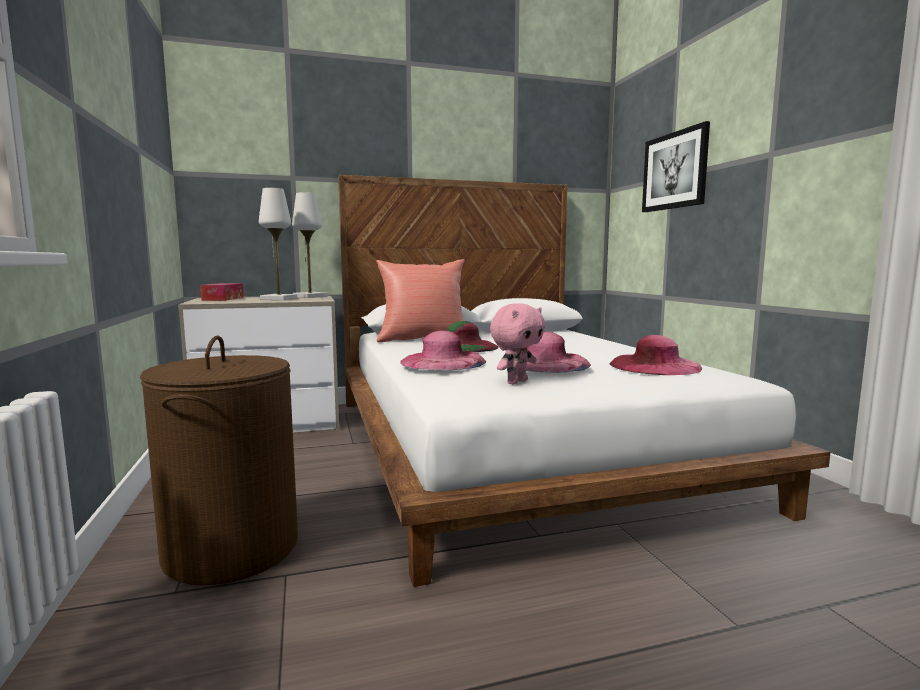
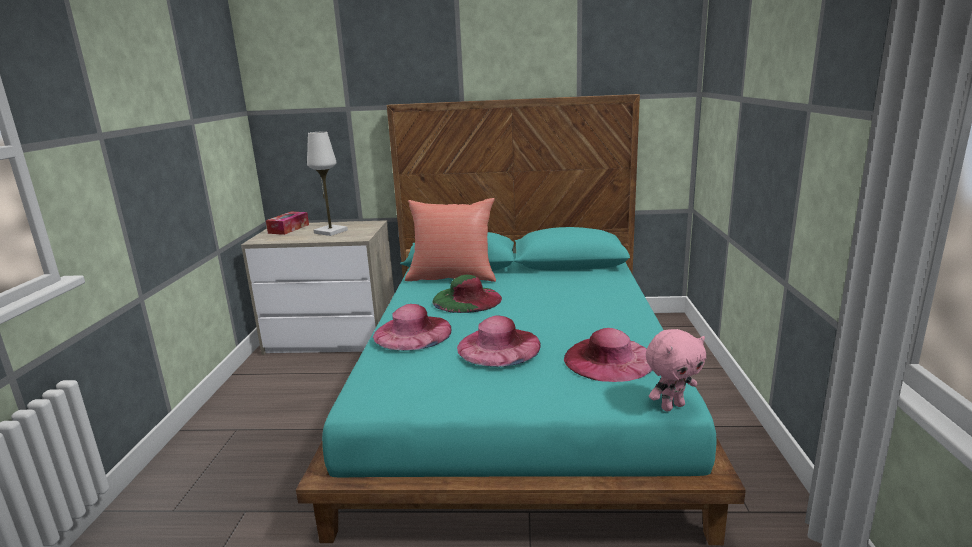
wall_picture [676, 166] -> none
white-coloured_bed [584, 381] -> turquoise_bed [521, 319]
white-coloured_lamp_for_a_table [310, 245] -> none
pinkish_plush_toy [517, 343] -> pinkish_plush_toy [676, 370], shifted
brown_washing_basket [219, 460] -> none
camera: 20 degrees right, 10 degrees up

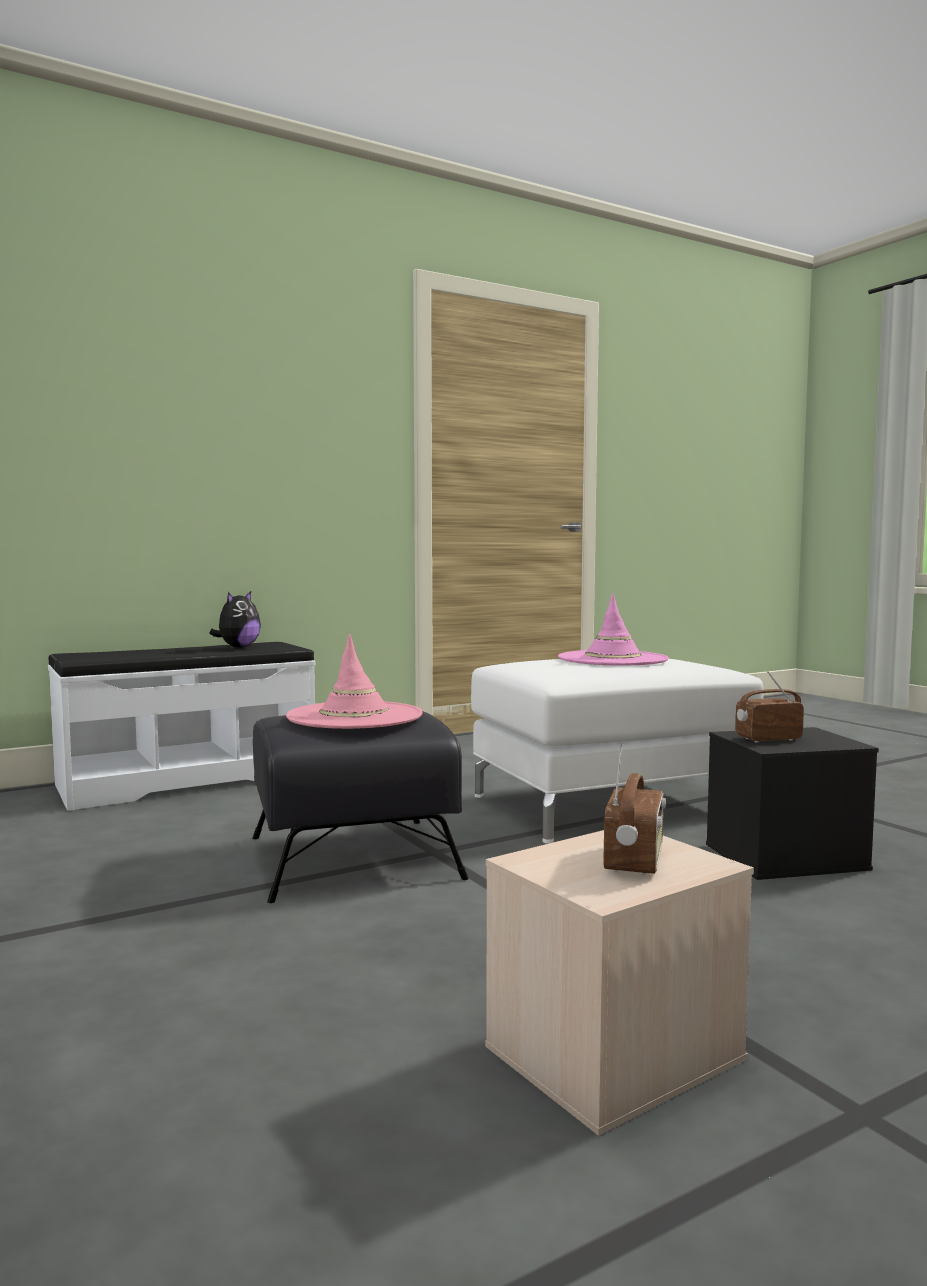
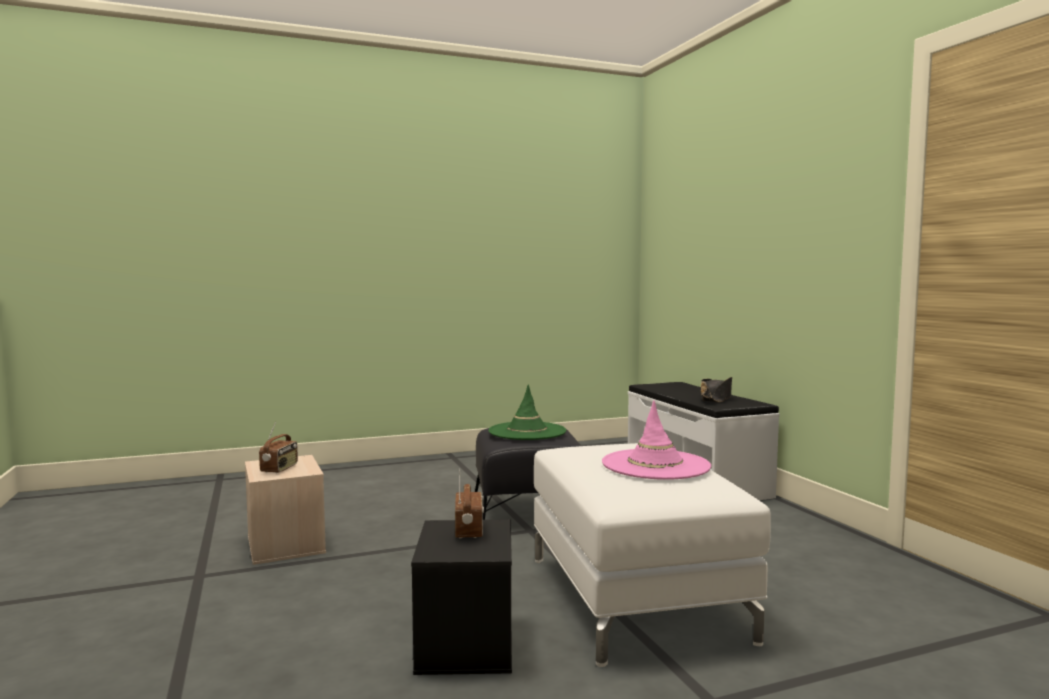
plush_toy [235, 619] -> blackish_wearable_hat [716, 389]
pinkish_wearable_hat [354, 681] -> green-coloured_wearable_hat [527, 412]
radio_receiver [635, 808] -> radio_receiver [278, 447], 105 degrees counterclockwise
camera: 100 degrees right, 0 degrees up

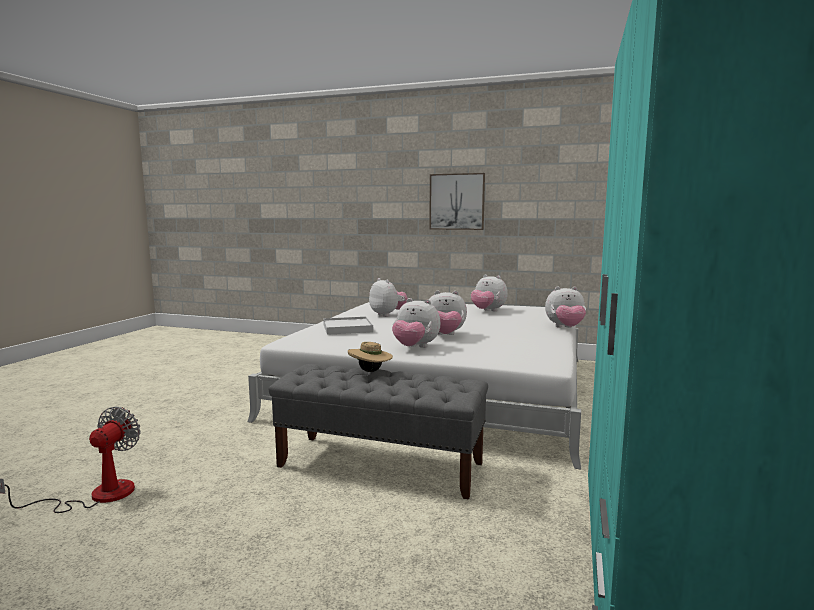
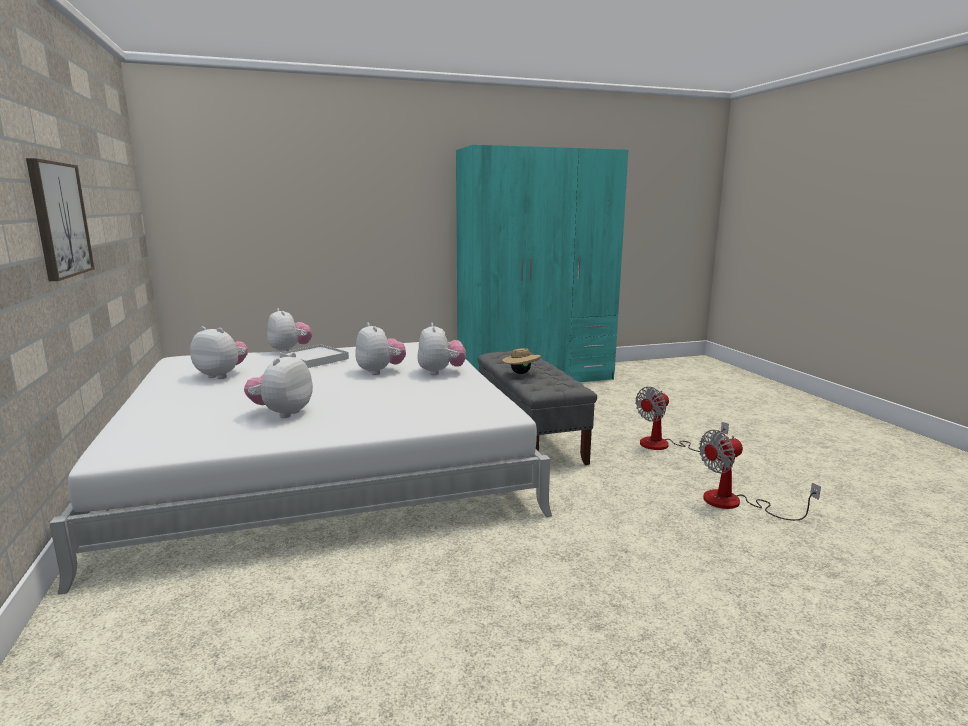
plush_toy [489, 292] -> plush_toy [219, 352], 75 degrees counterclockwise
white-coloured_tray [348, 326] -> white-coloured_tray [314, 356], shifted
none -> fan [682, 420]
camera: 125 degrees left, 5 degrees up

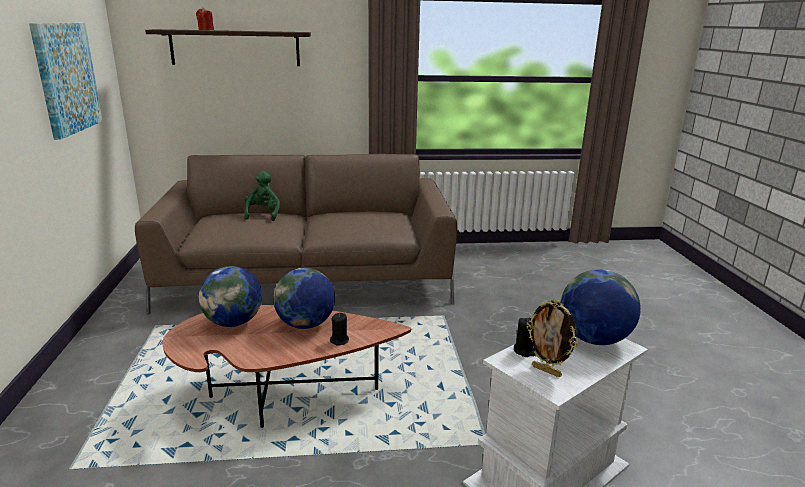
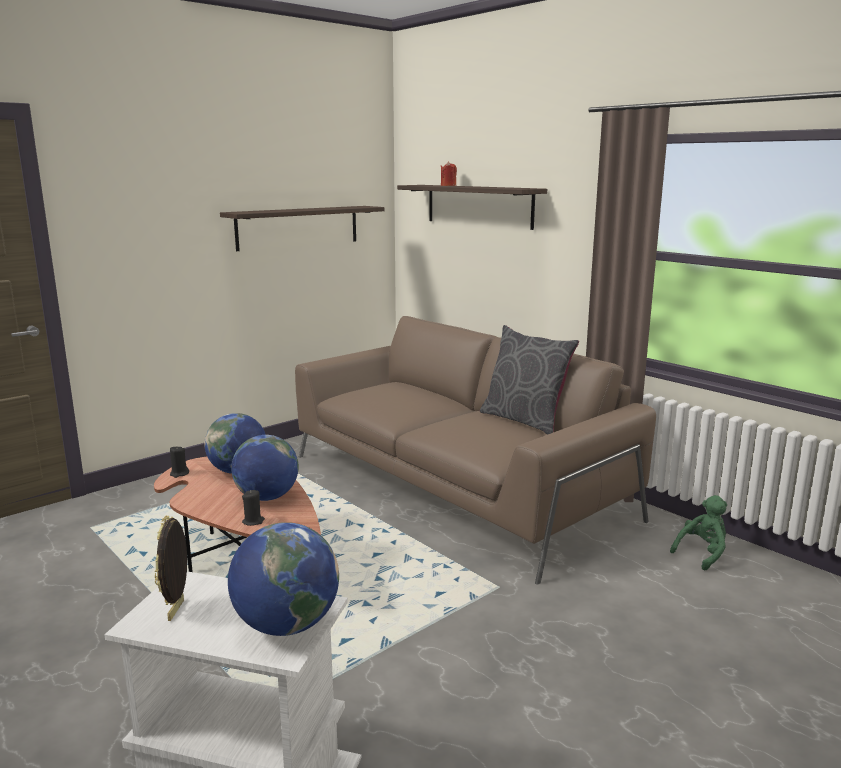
wall_picture [66, 81] -> shelf [302, 228]
green-coloured_plush_toy [262, 196] -> green-coloured_plush_toy [698, 532], shifted
blackish_wax_light [525, 337] -> blackish_wax_light [179, 462], shifted
none -> grey_cushion [529, 380]
camera: 55 degrees right, 5 degrees down

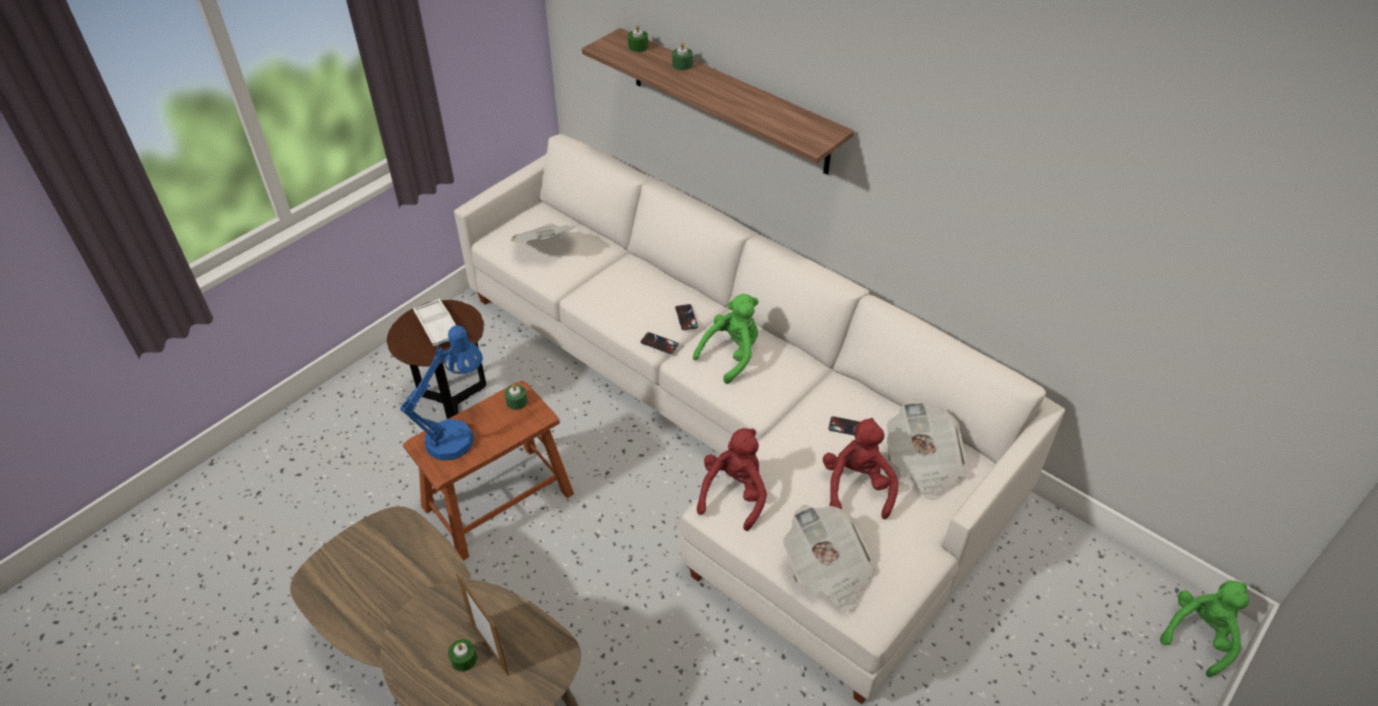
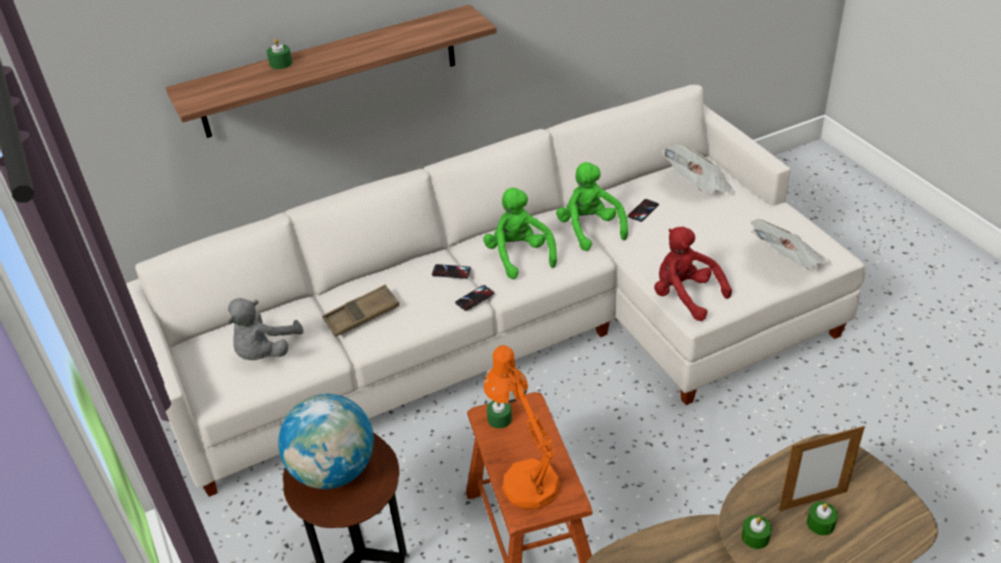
green-coloured_wax_light [638, 38] -> green-coloured_wax_light [757, 532], shifted
newspaper [543, 233] -> grey_plush_toy [265, 329]
white-coloured_tray [434, 322] -> world_globe [326, 441]
bluish_lamp_for_a_table [441, 392] -> orange-coloured_lamp_for_a_table [522, 427]
red-coloured_plush_toy [860, 469] -> none
green-coloured_plush_toy [1204, 629] -> green-coloured_plush_toy [592, 206], shifted
none -> brown_tray [361, 311]
camera: 65 degrees left, 5 degrees down

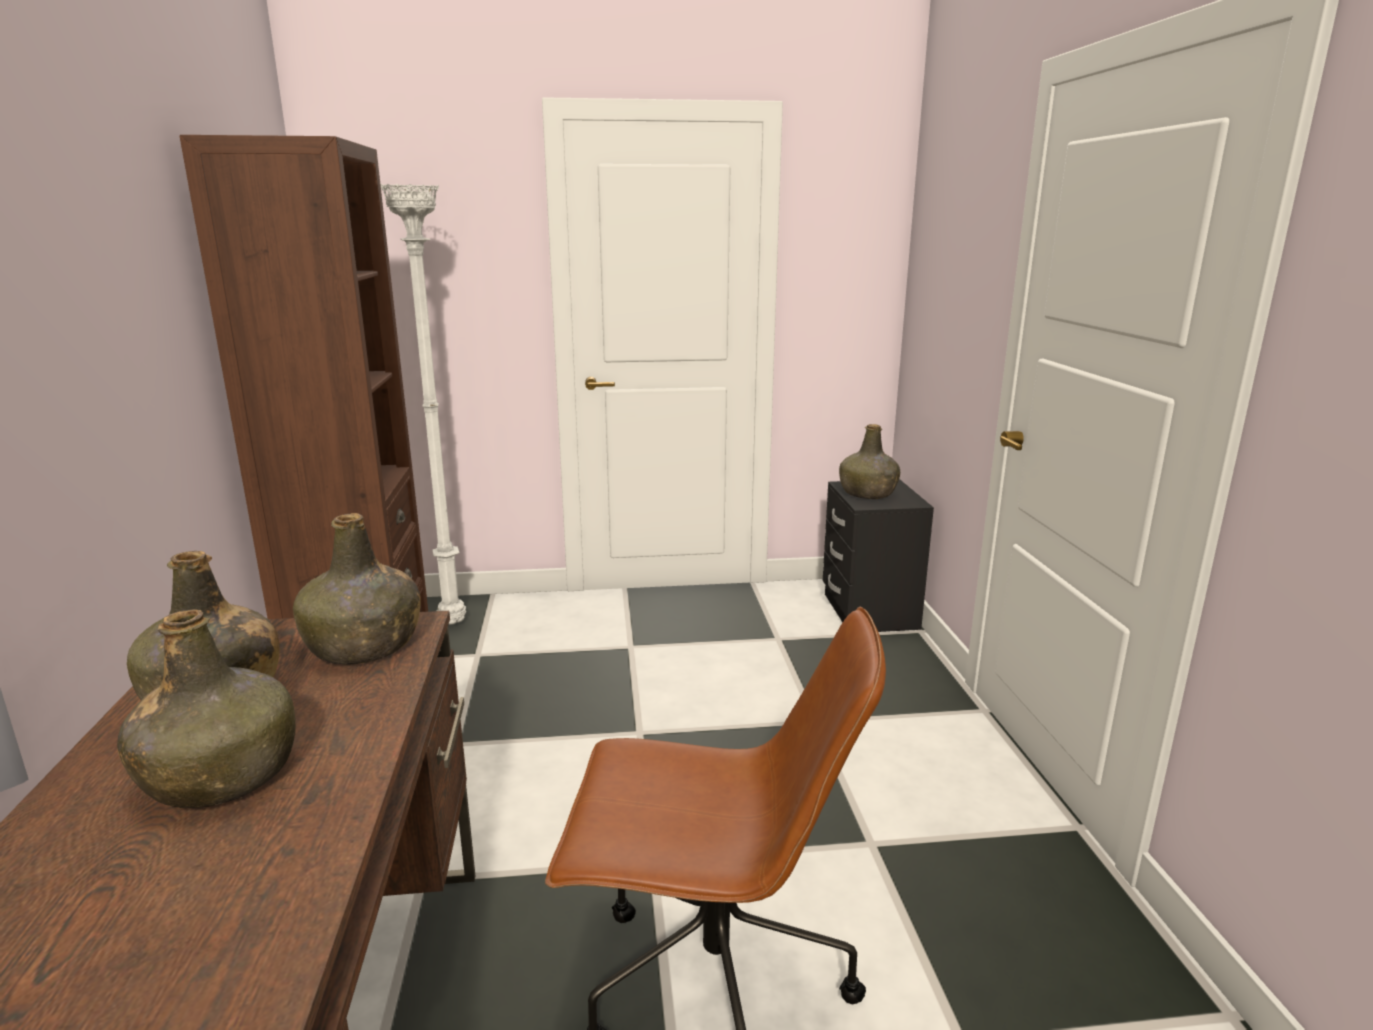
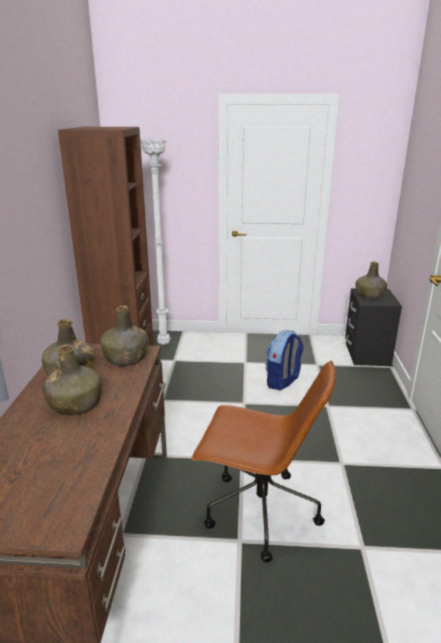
none -> backpack [284, 360]
camera: 10 degrees right, 5 degrees up

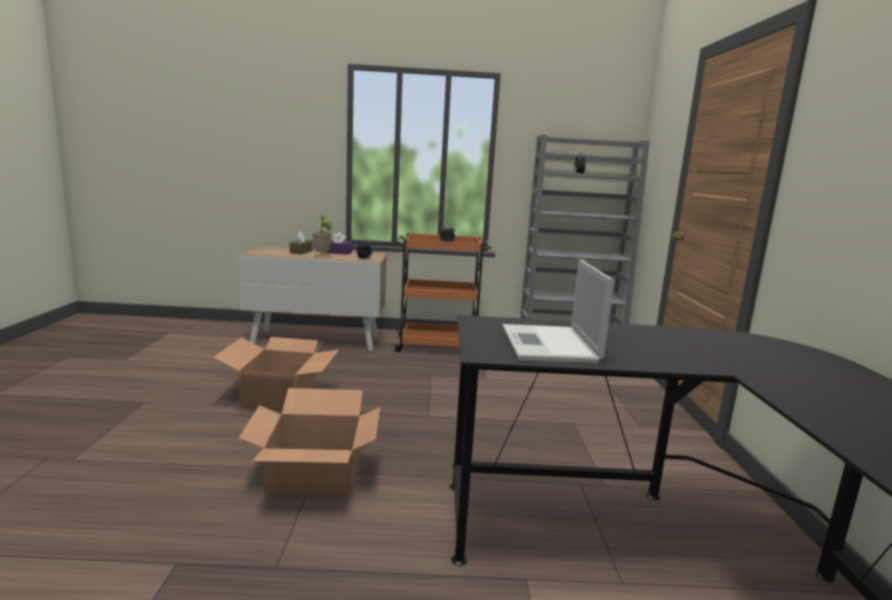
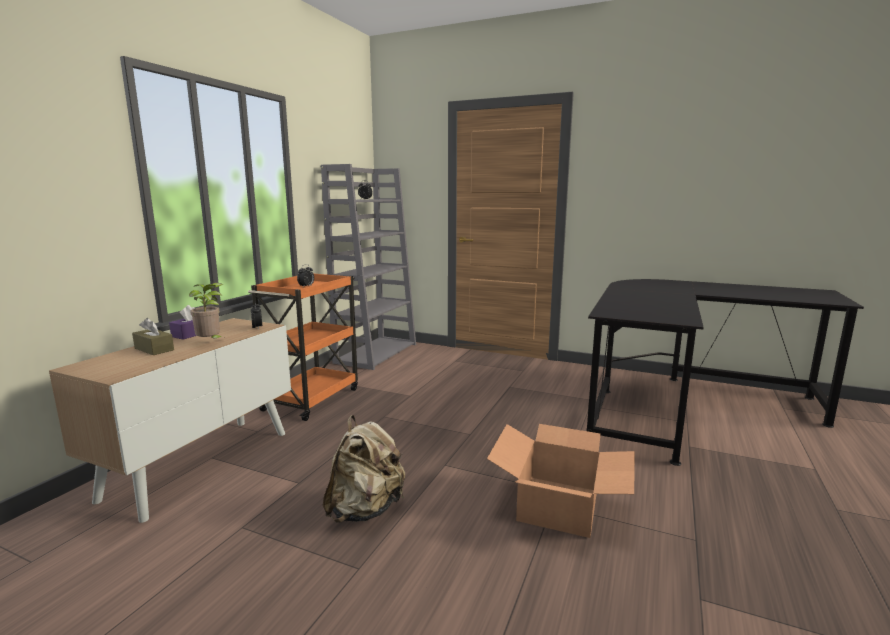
laptop [558, 311] -> none
cardboard_box [276, 373] -> beige-coloured_backpack [364, 469]
camera: 65 degrees left, 0 degrees up

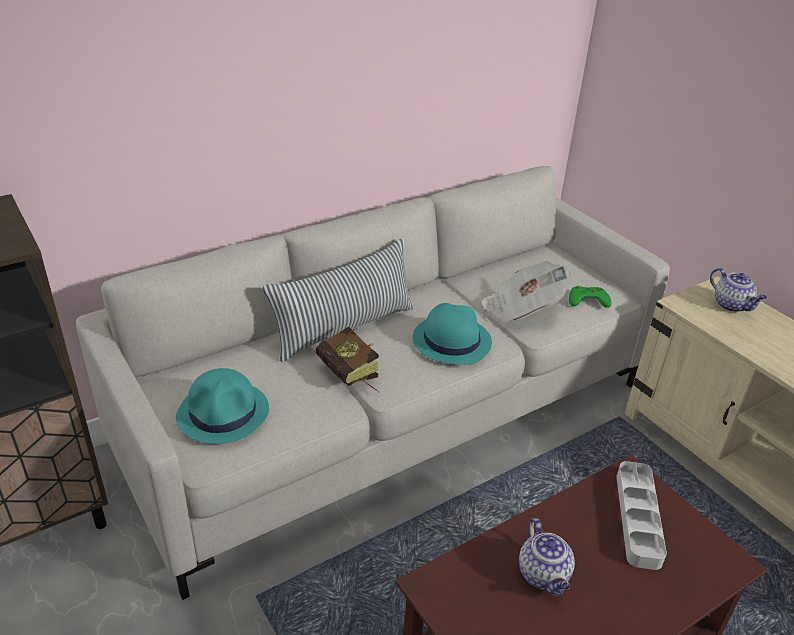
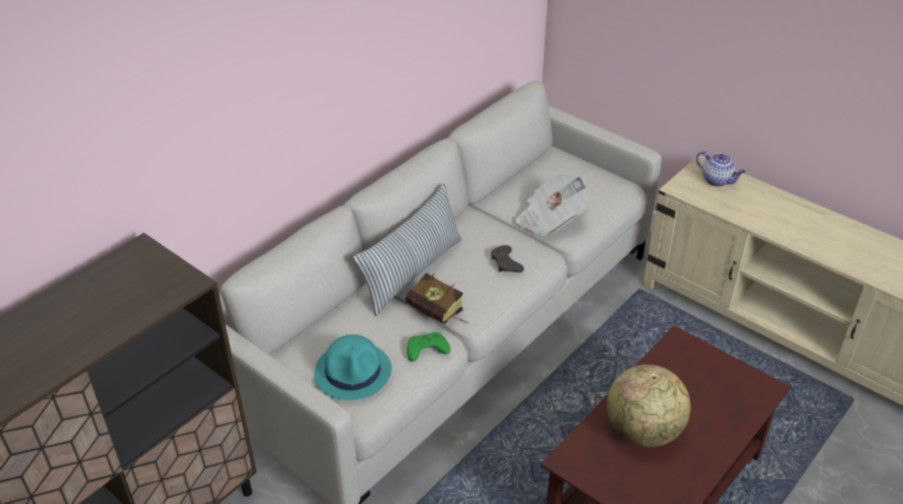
green-coloured_gamepad [590, 297] -> green-coloured_gamepad [428, 346], shifted
turquoise_wearable_hat [452, 334] -> grey_gamepad [507, 259]
grey_tray [641, 515] -> none
tea_pot [547, 557] -> world_globe [649, 405]
camera: 15 degrees left, 5 degrees up

